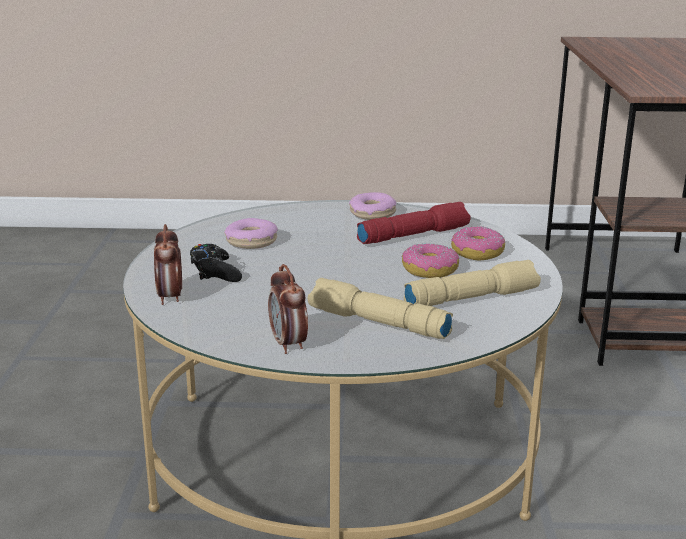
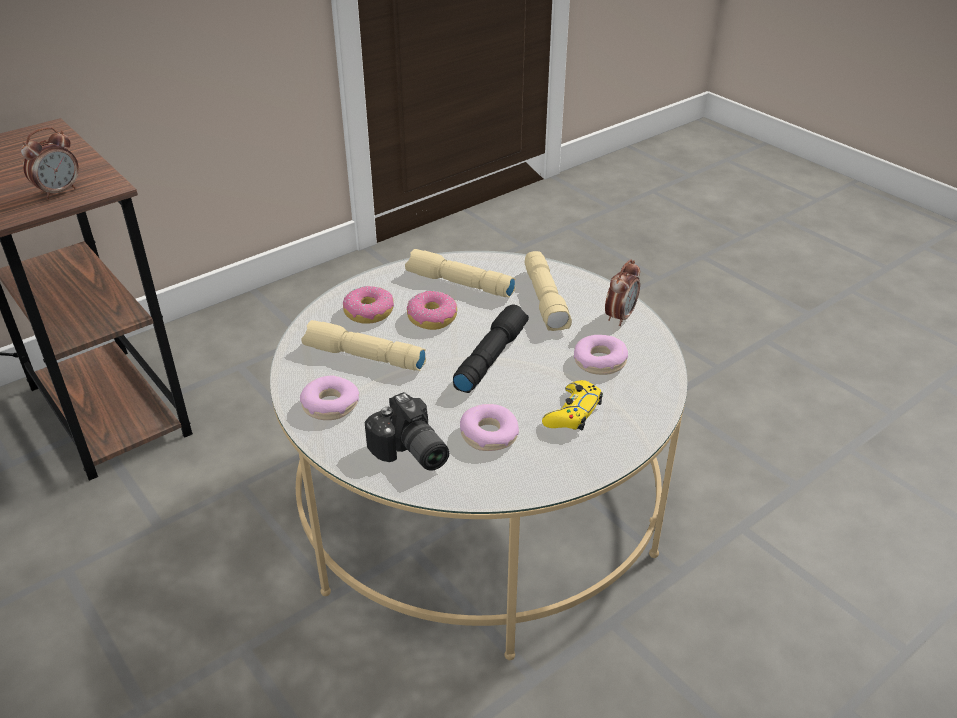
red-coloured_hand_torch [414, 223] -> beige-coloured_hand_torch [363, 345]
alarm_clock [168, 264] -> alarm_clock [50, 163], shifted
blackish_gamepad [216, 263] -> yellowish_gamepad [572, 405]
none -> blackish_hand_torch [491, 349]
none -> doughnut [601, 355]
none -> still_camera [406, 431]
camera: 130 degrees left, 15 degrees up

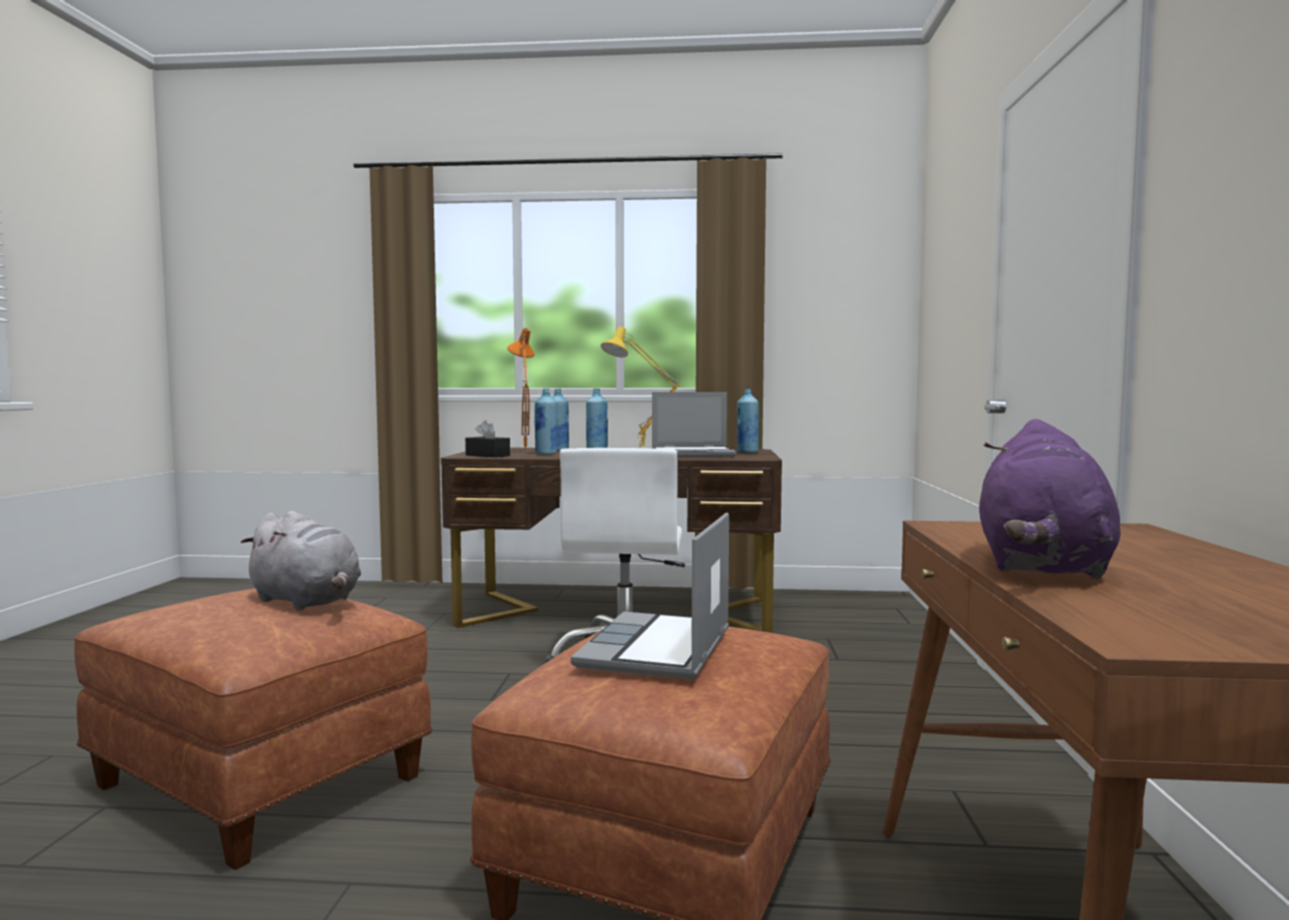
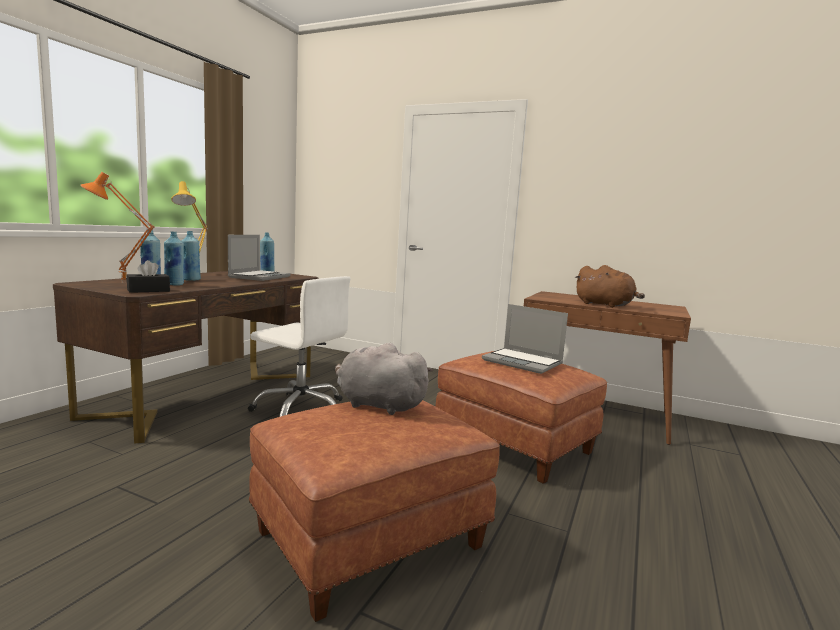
purple_plush_toy [1050, 499] -> brown_plush_toy [610, 286]
grey_plush_toy [301, 560] -> grey_plush_toy [384, 379], 120 degrees counterclockwise
camera: 70 degrees left, 5 degrees up

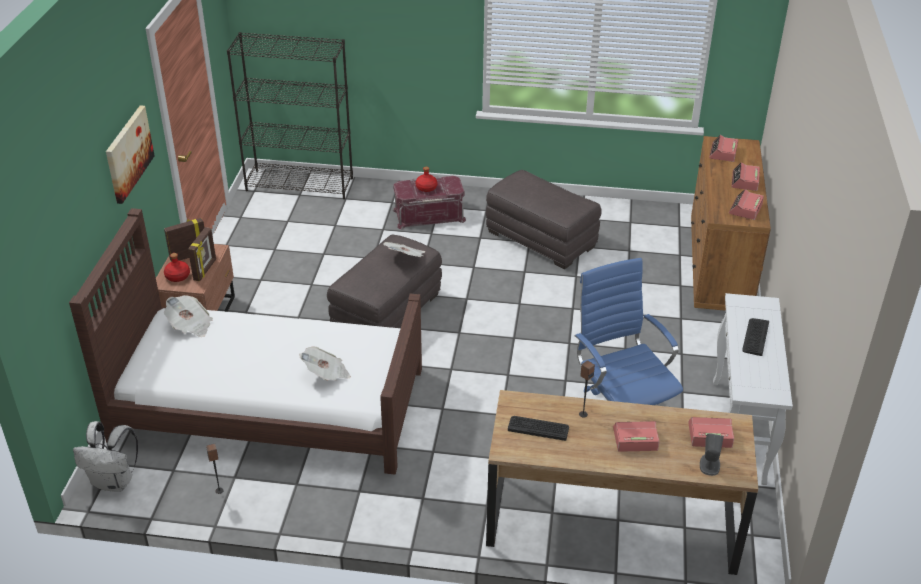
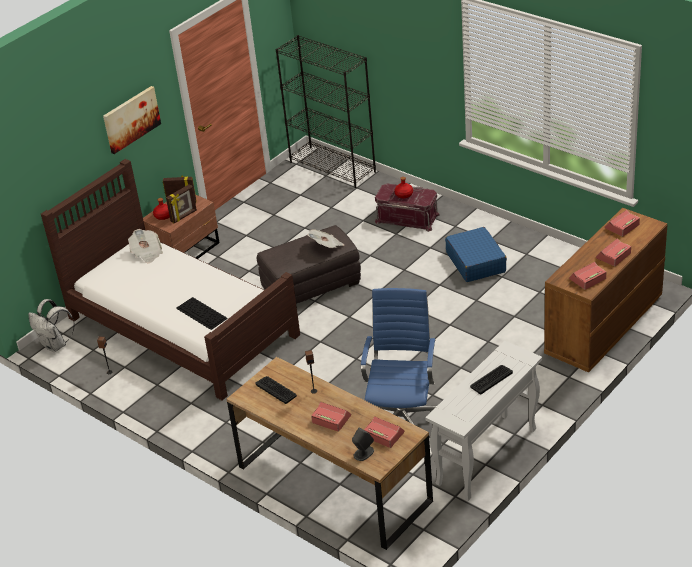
grey_footrest [544, 219] -> bluish_piece_of_luggage [476, 254]
newspaper [325, 363] -> PC_keyboard [202, 313]
camera: 35 degrees right, 0 degrees up

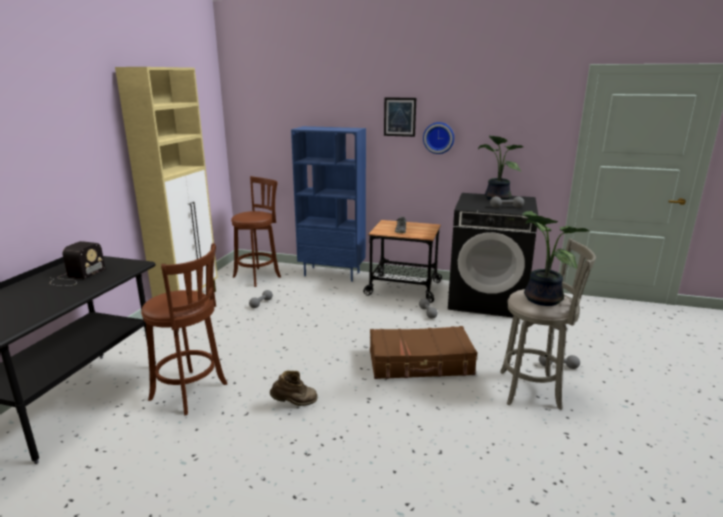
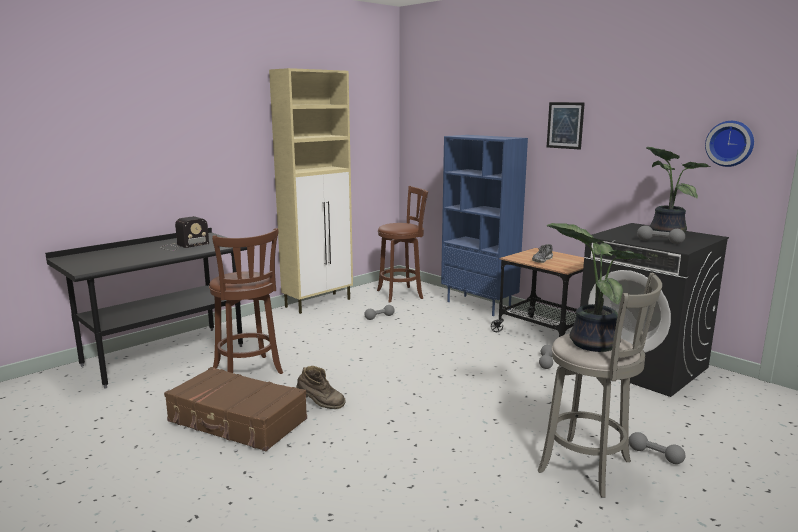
wall_clock [438, 138] -> wall_clock [729, 144], shifted
brown_piece_of_luggage [423, 352] -> brown_piece_of_luggage [235, 409], shifted
camera: 30 degrees right, 5 degrees down

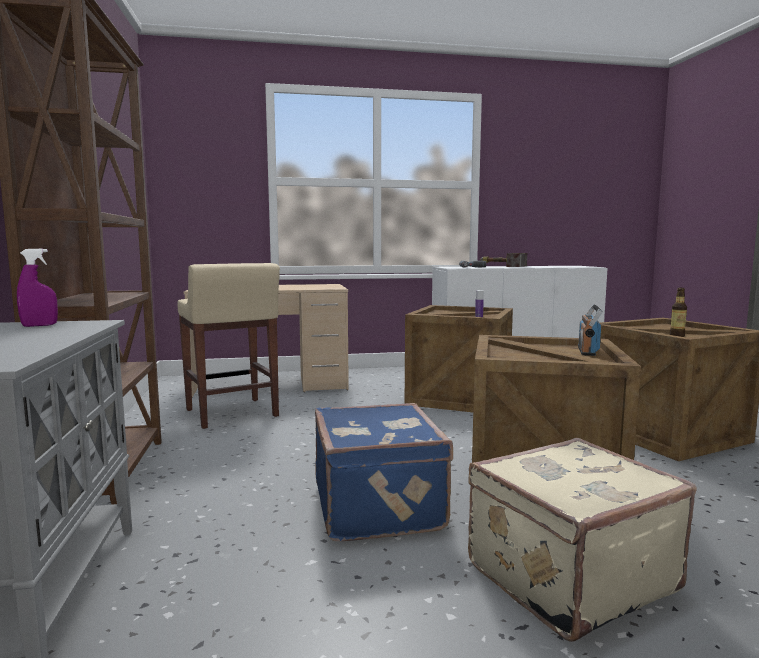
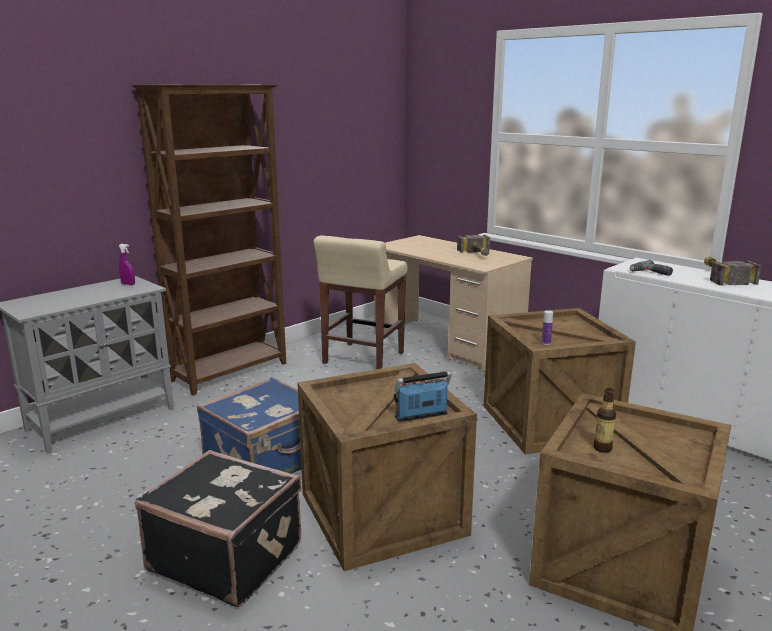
beige-coloured_piece_of_luggage [582, 540] -> blackish_piece_of_luggage [218, 528]
none -> hand_hammer [473, 245]
camera: 55 degrees right, 10 degrees up

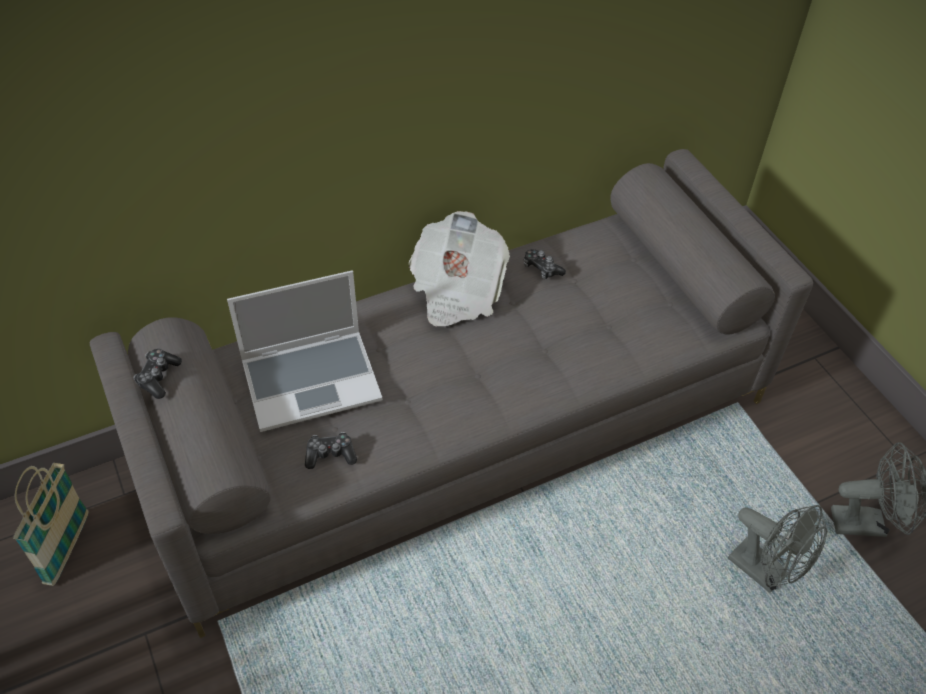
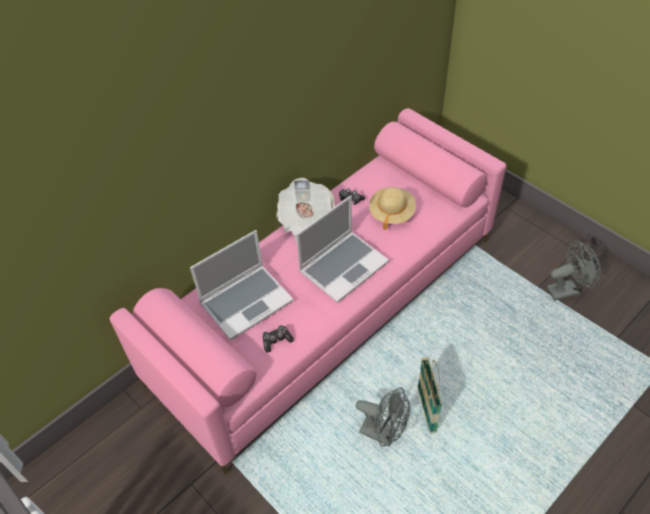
grey_sofa [451, 393] -> pinkish_sofa [308, 291]
gamepad [157, 374] -> none
household_basket [50, 524] -> household_basket [430, 395], shifted
grey_fan [777, 549] -> grey_fan [383, 417], shifted
none -> beige-coloured_wearable_hat [392, 208]
none -> laptop [342, 249]
camera: 15 degrees left, 0 degrees up

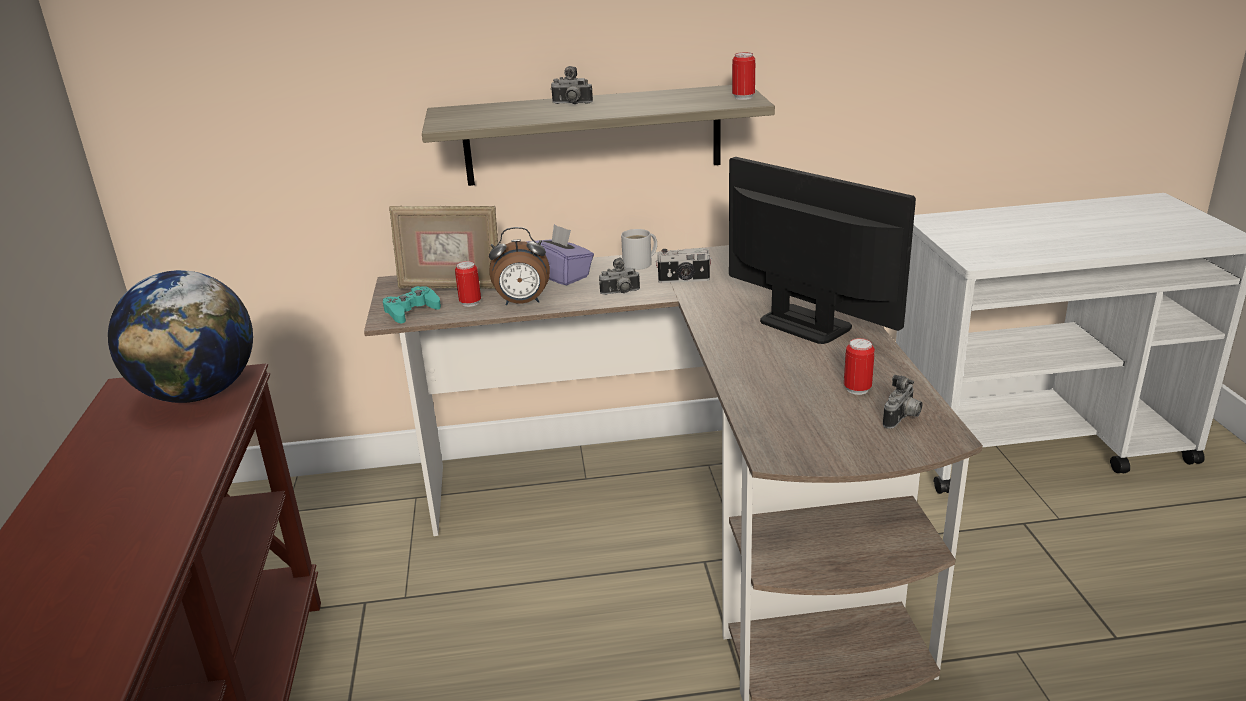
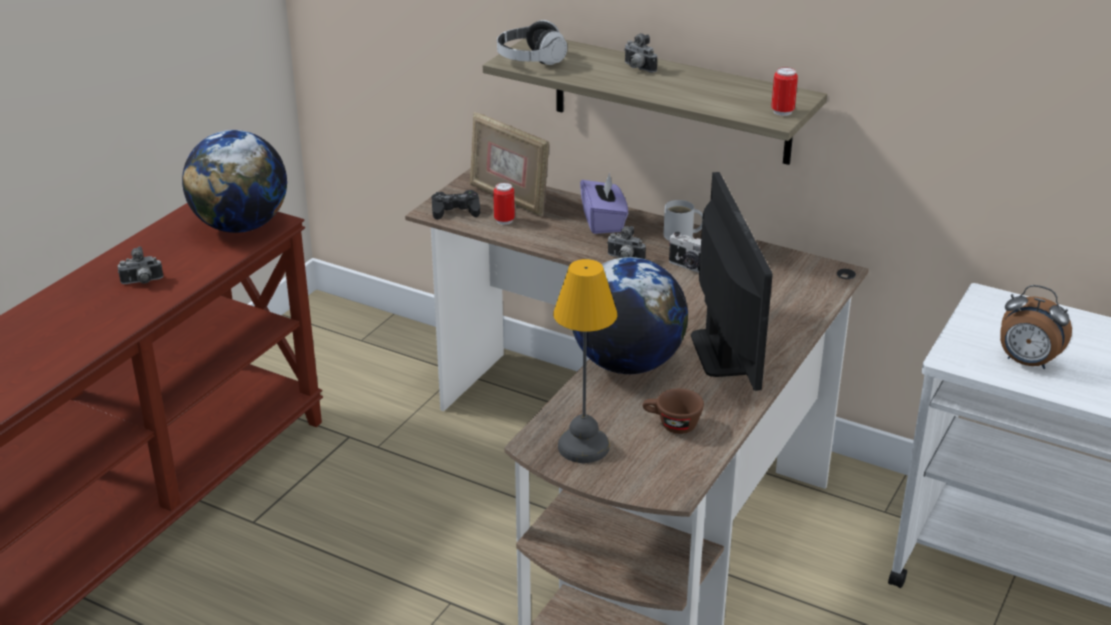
alarm_clock [519, 266] -> alarm_clock [1036, 327], shifted
turquoise_gamepad [412, 305] -> blackish_gamepad [456, 205]
can [859, 366] -> brown_cup [673, 411]
still_camera [902, 402] -> still_camera [140, 265], shifted
none -> headset [532, 42]
none -> world_globe [630, 315]
none -> lamp_for_a_table [585, 361]
camera: 35 degrees right, 5 degrees up

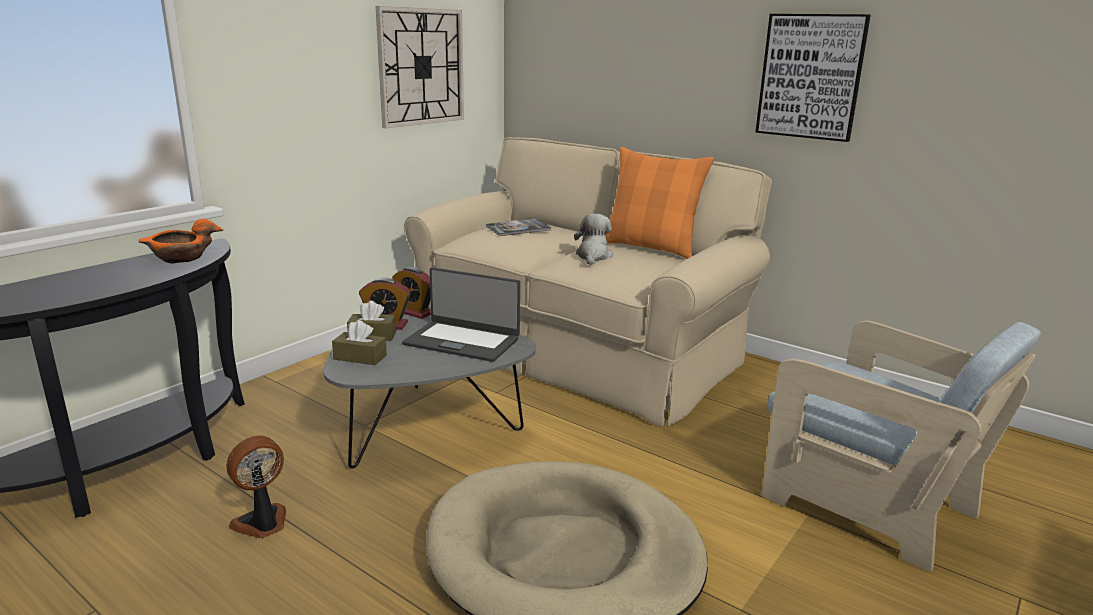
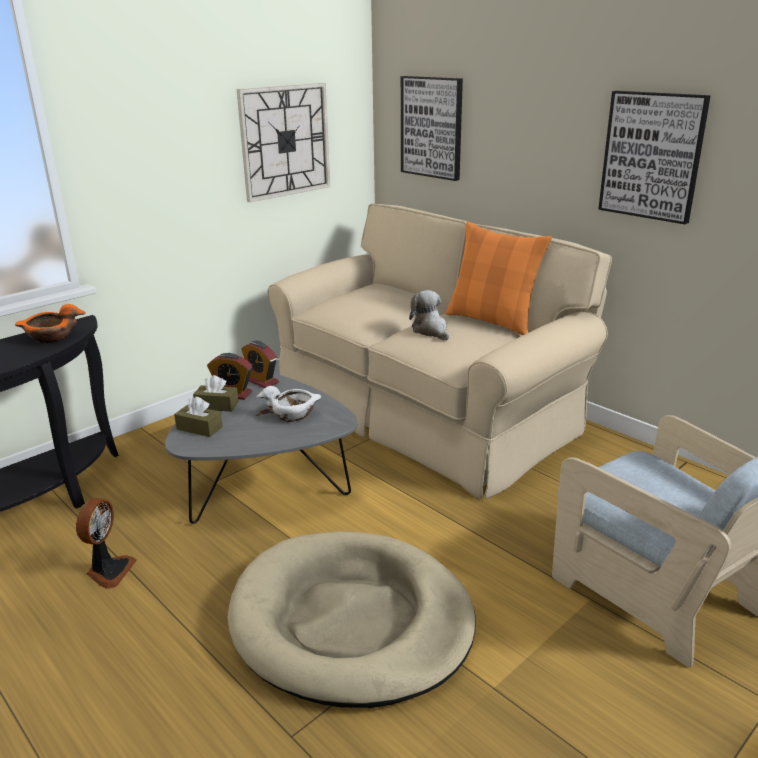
plush_toy [593, 239] -> plush_toy [429, 315], 45 degrees counterclockwise
book [519, 227] -> none
laptop [461, 314] -> white-coloured_serving_bowl [288, 404]
fan [256, 487] -> fan [106, 543], 135 degrees clockwise
none -> wall_picture [432, 128]
camera: 10 degrees right, 5 degrees up

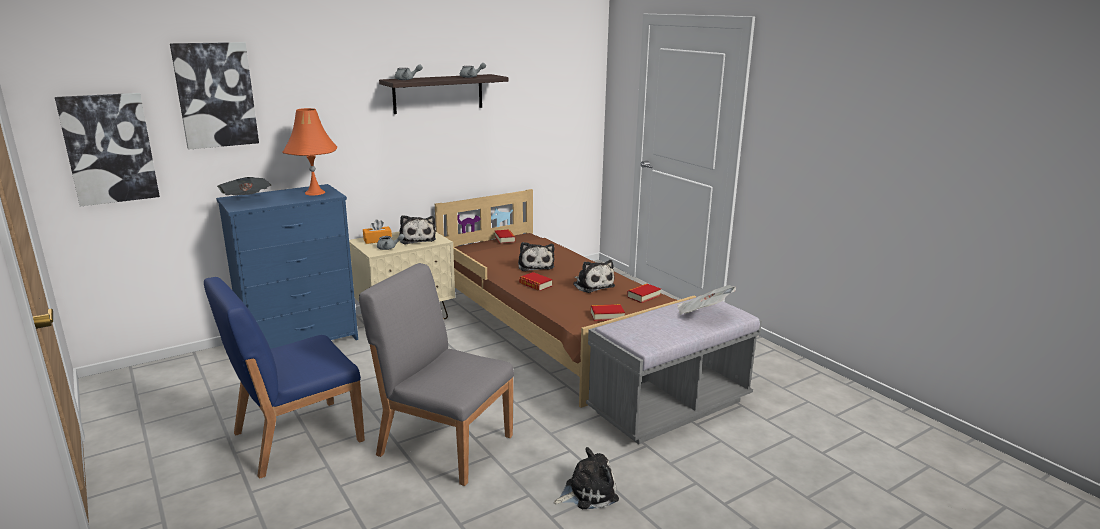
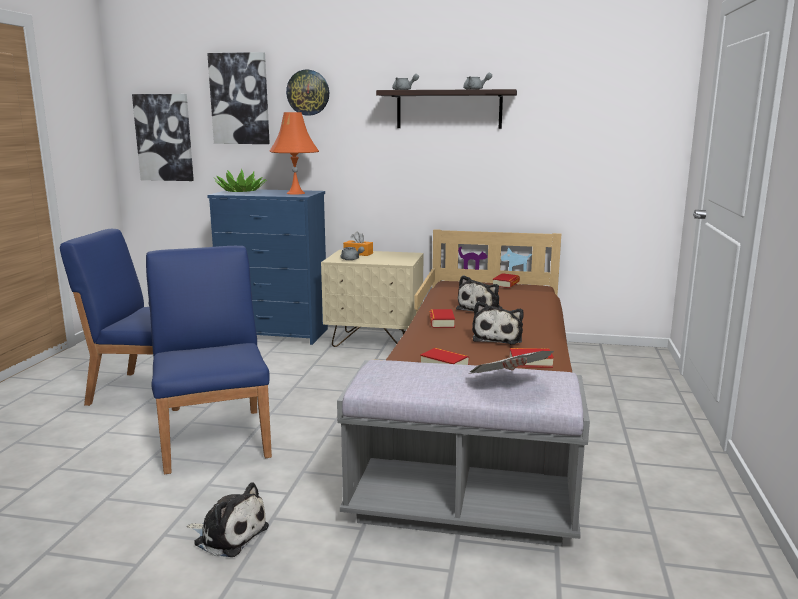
newspaper [244, 186] -> houseplant [240, 180]
plush_toy [417, 229] -> none
grey_upright_chair [436, 374] -> bluish_upright_chair [209, 360]
none -> wall_clock [307, 92]
camera: 45 degrees right, 5 degrees down

